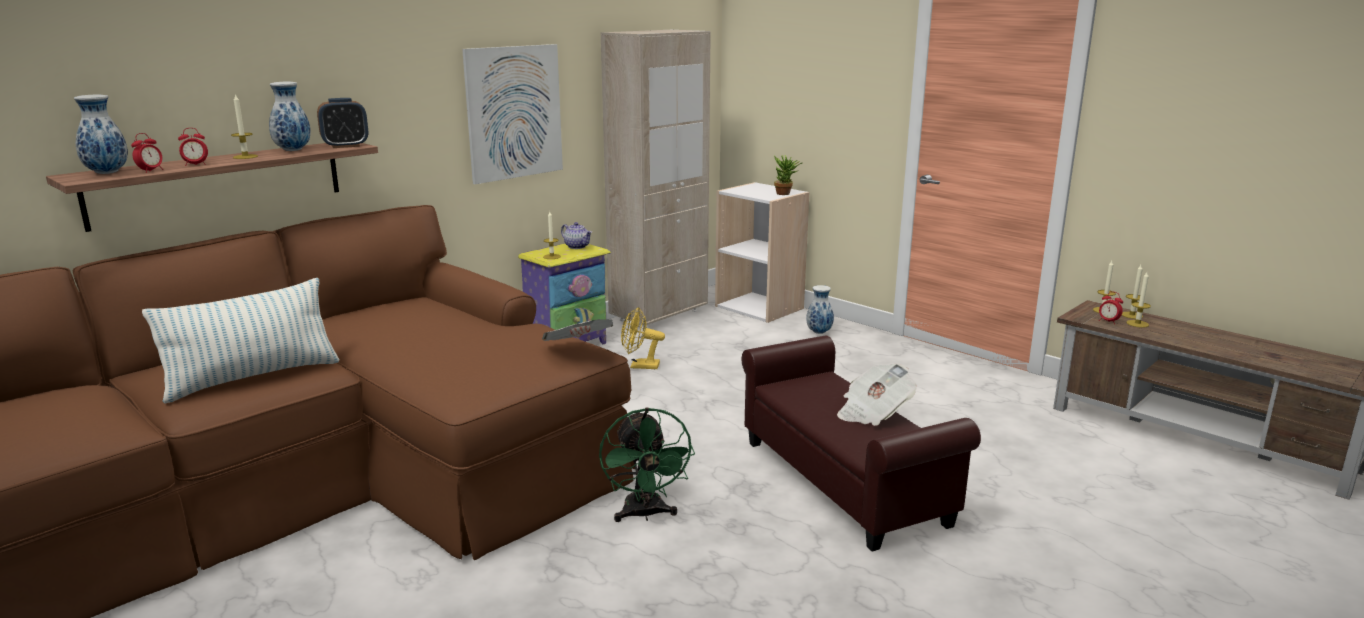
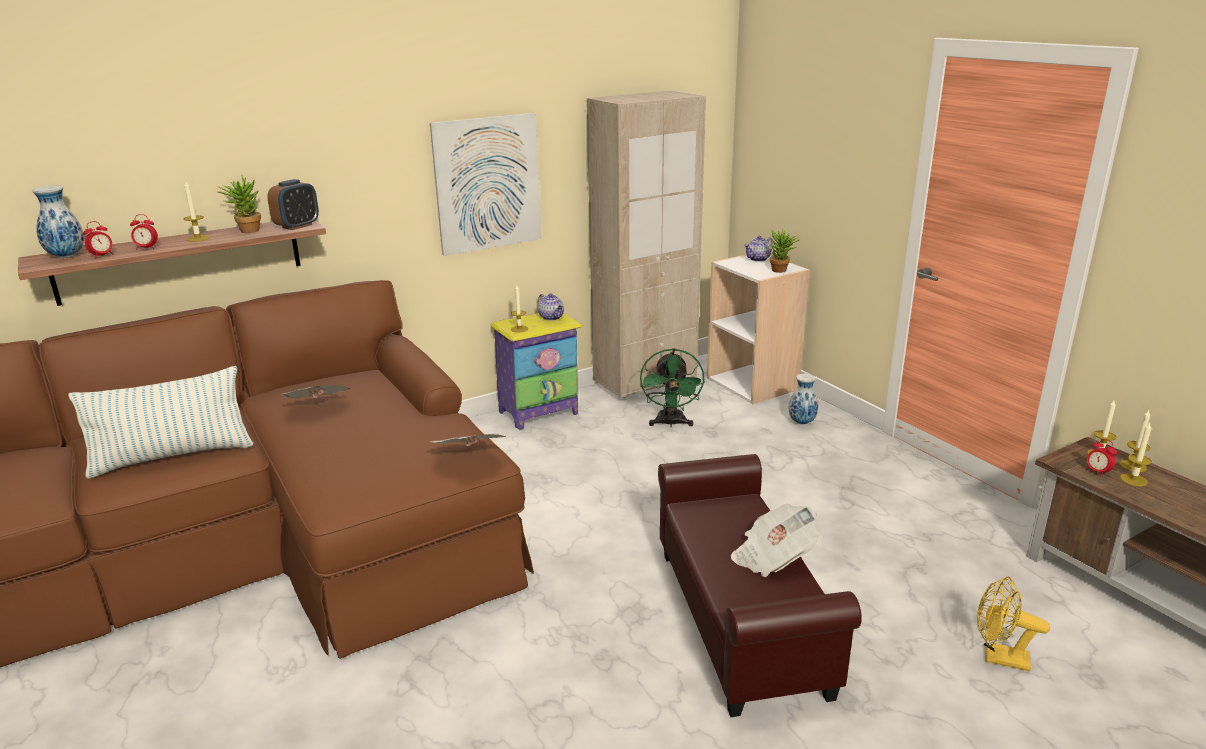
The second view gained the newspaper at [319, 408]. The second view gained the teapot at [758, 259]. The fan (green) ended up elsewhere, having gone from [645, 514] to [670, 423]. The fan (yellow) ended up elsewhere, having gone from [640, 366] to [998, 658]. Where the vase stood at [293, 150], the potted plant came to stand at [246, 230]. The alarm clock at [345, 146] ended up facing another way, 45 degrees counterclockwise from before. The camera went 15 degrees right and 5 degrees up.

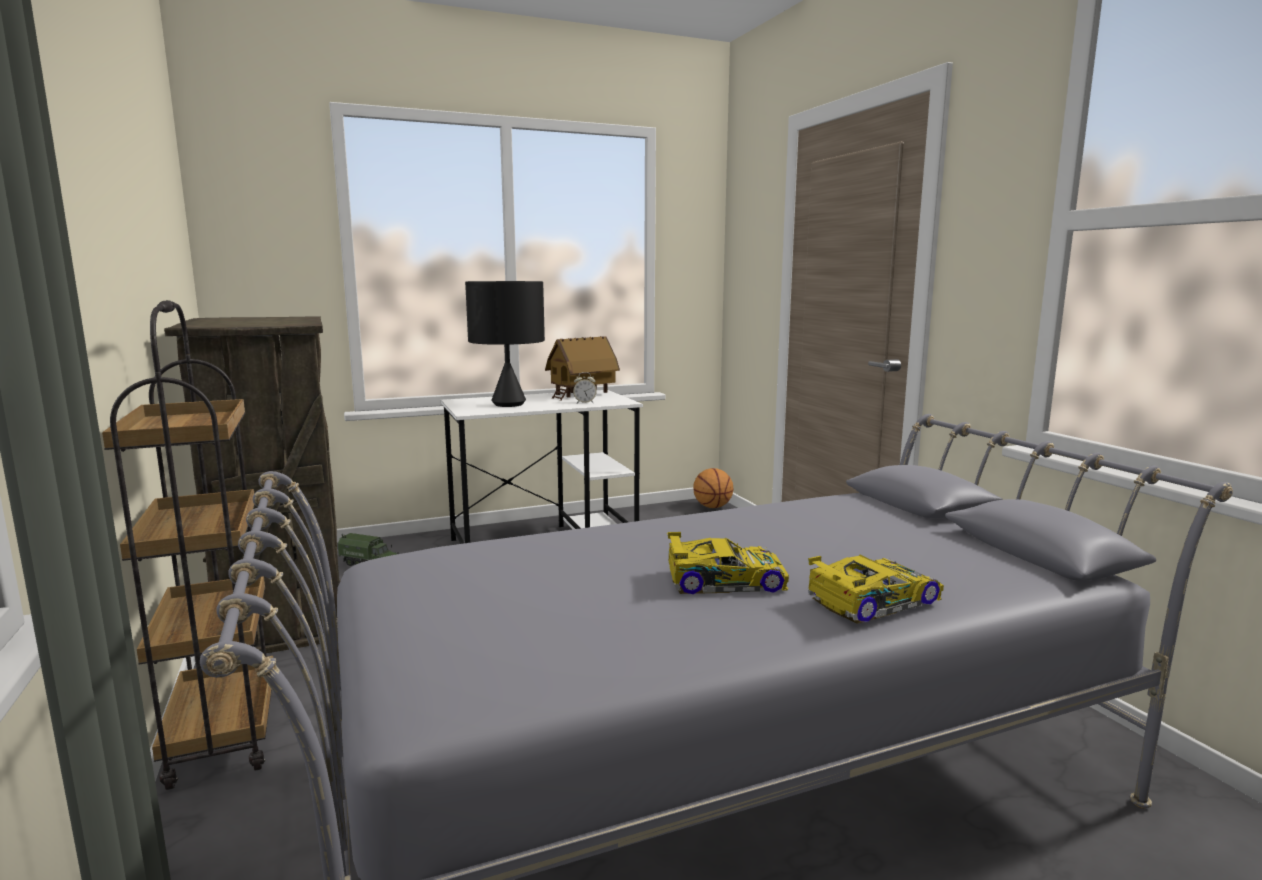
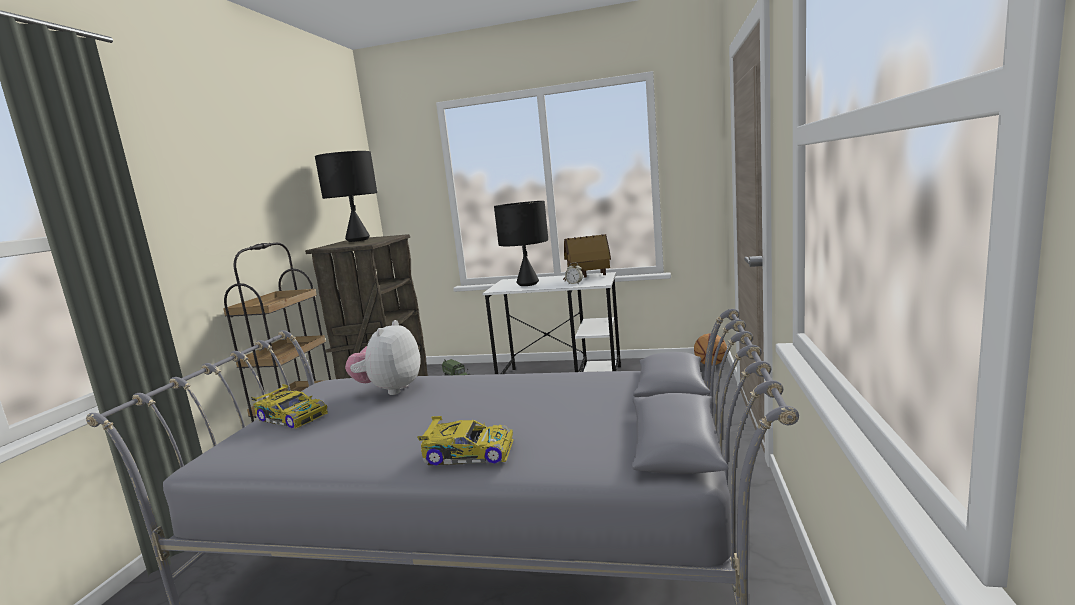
The second view gained the table lamp (black) at [358, 240]. The second view gained the plush toy at [389, 390]. The toy car ended up elsewhere, having gone from [722, 580] to [291, 416]. The camera went 35 degrees right and 0 degrees up.

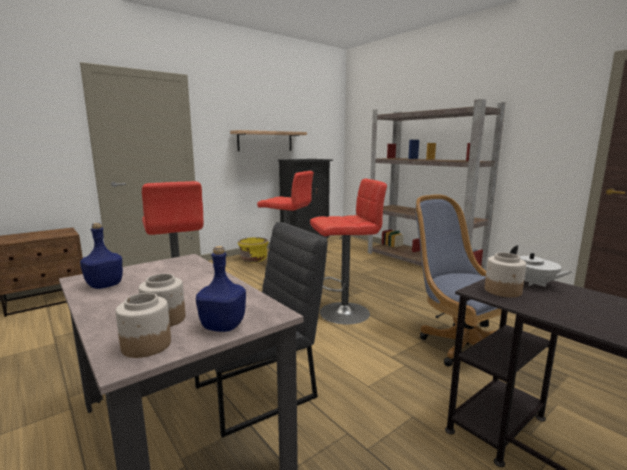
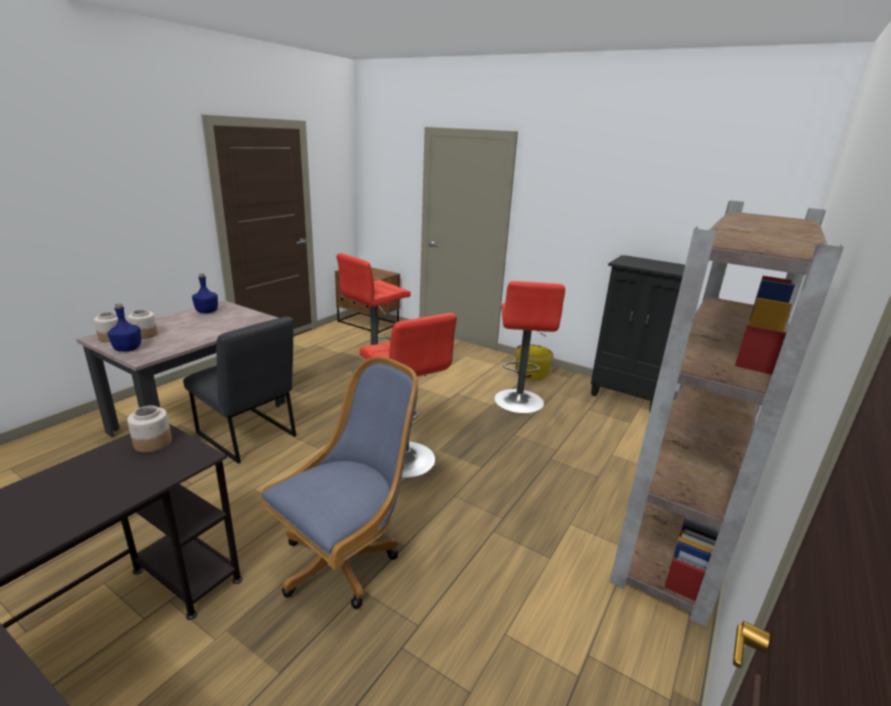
The second view lost the shelf at [265, 141]. The second view lost the teapot (white) at [535, 283]. The camera went 70 degrees right and 10 degrees up.

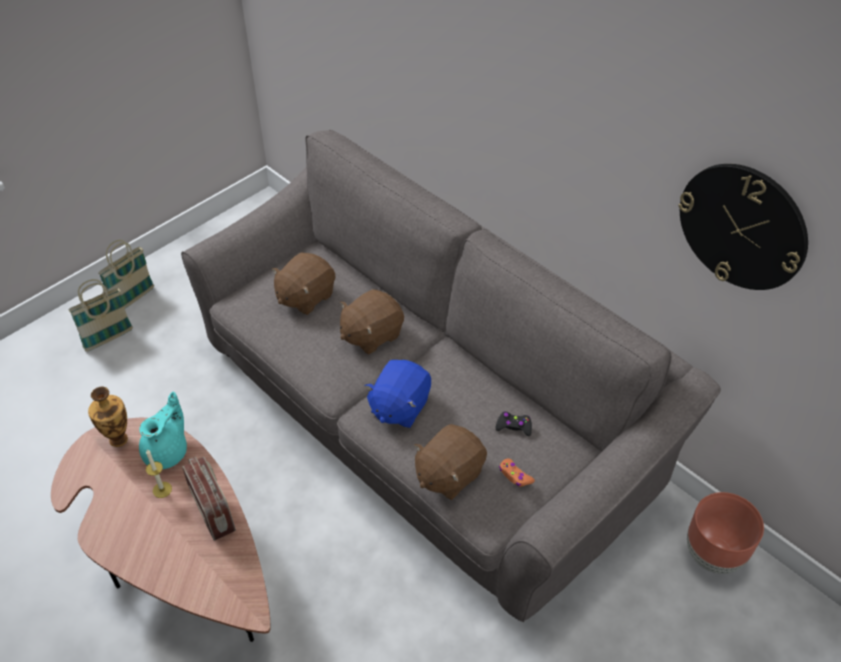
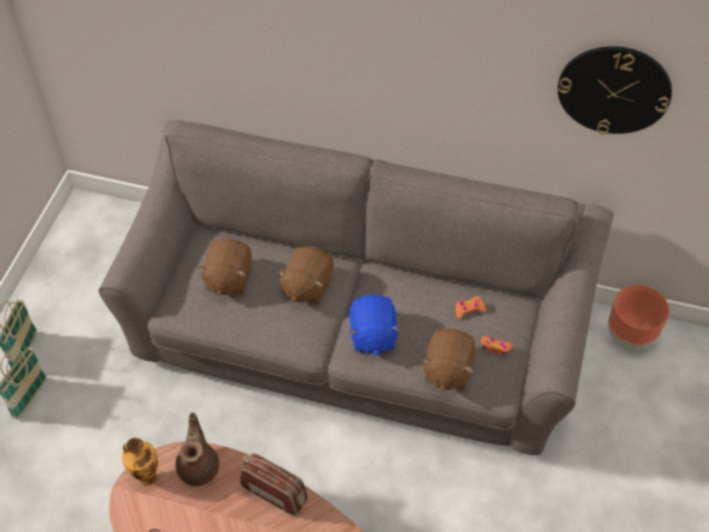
The second view lost the candle at [162, 489]. What was the teapot (turquoise) at [167, 452] turned into the teapot (brown) at [199, 466]. What was the game controller (black) at [514, 426] turned into the game controller (orange) at [469, 309]. The camera went 30 degrees left and 5 degrees up.

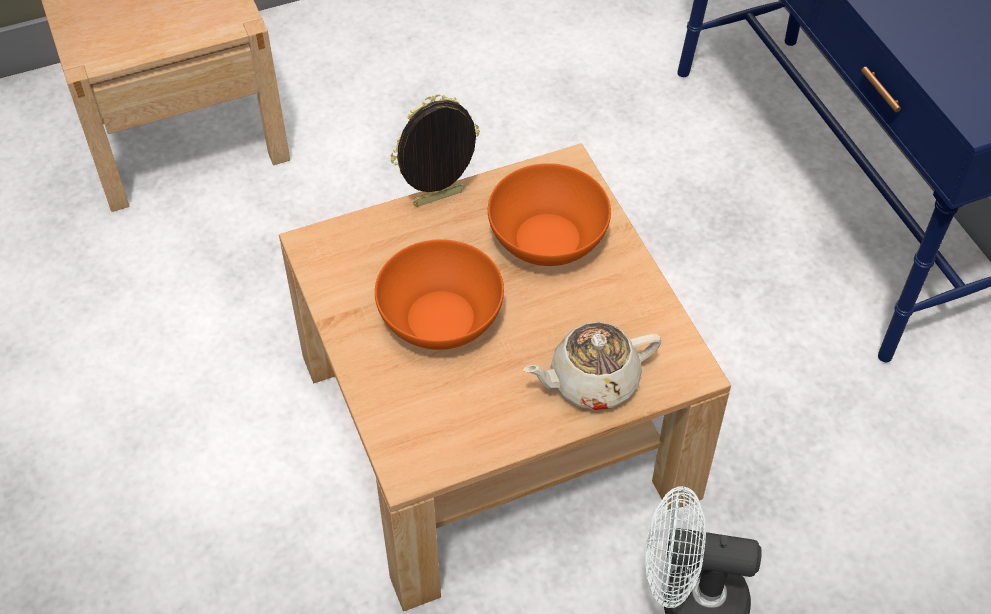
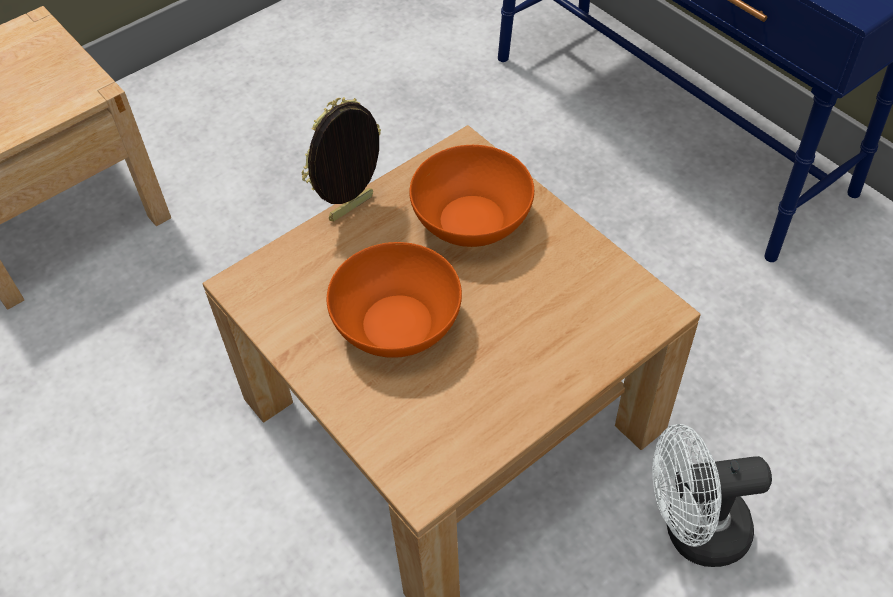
The second view lost the teapot (beige) at [592, 381]. The camera went 15 degrees left and 0 degrees up.

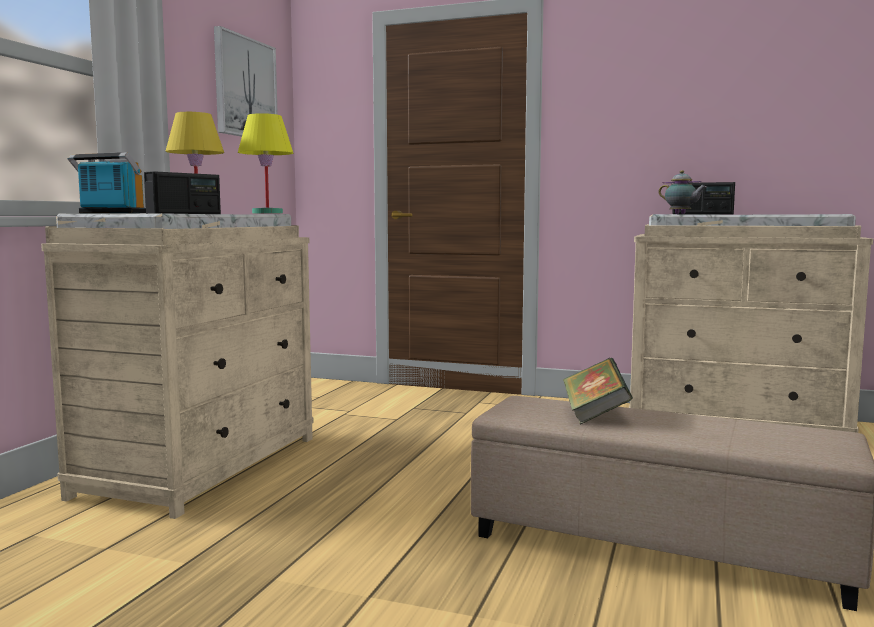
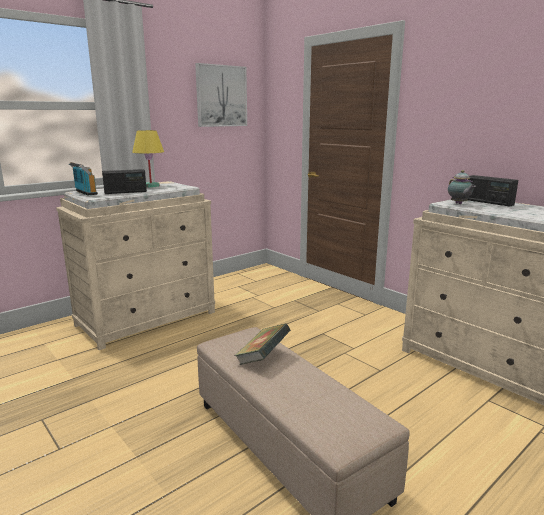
The second view lost the table lamp (yellow) at [268, 213]. The camera went 30 degrees right and 10 degrees up.

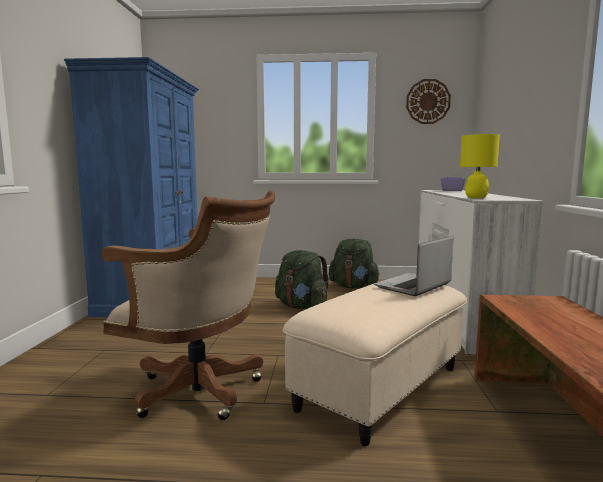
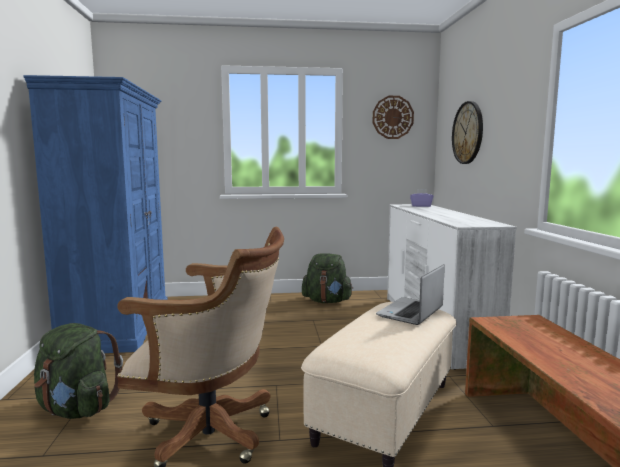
The second view lost the table lamp (yellow) at [477, 198]. The second view gained the wall clock at [468, 133]. The backpack (green) ended up elsewhere, having gone from [301, 307] to [77, 409]. The camera went 10 degrees left and 0 degrees up.

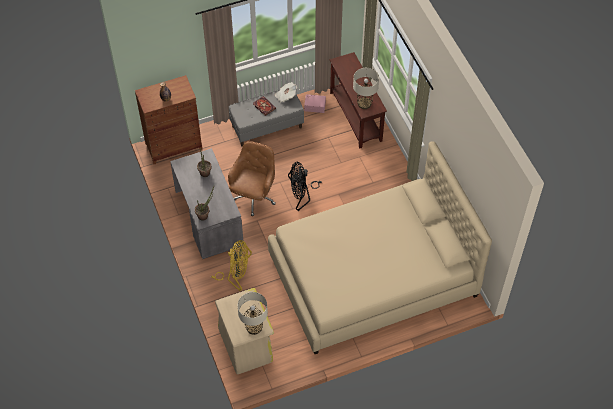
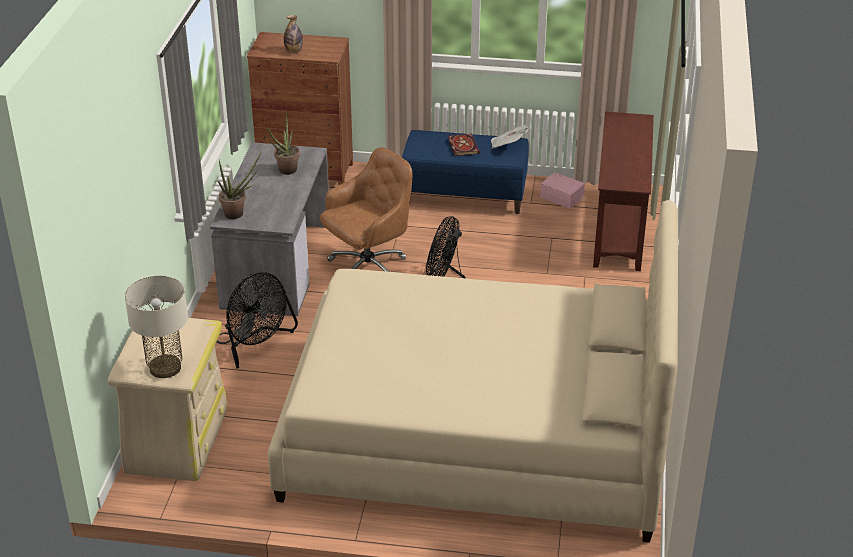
The second view lost the table lamp at [364, 104]. What was the fan (yellow) at [235, 273] turned into the fan (black) at [252, 344]. What was the bench (grey) at [267, 126] turned into the bench (blue) at [465, 195]. The camera went 30 degrees right and 20 degrees down.

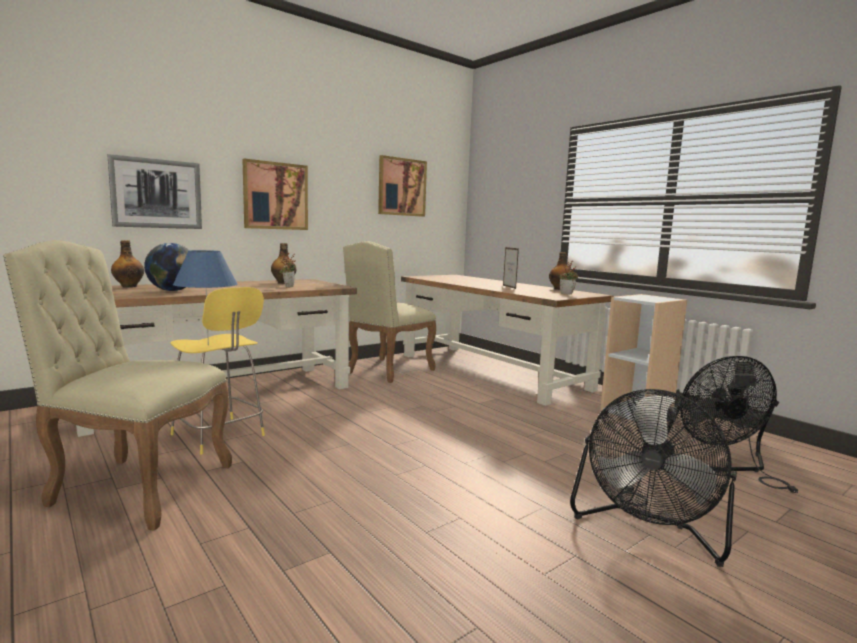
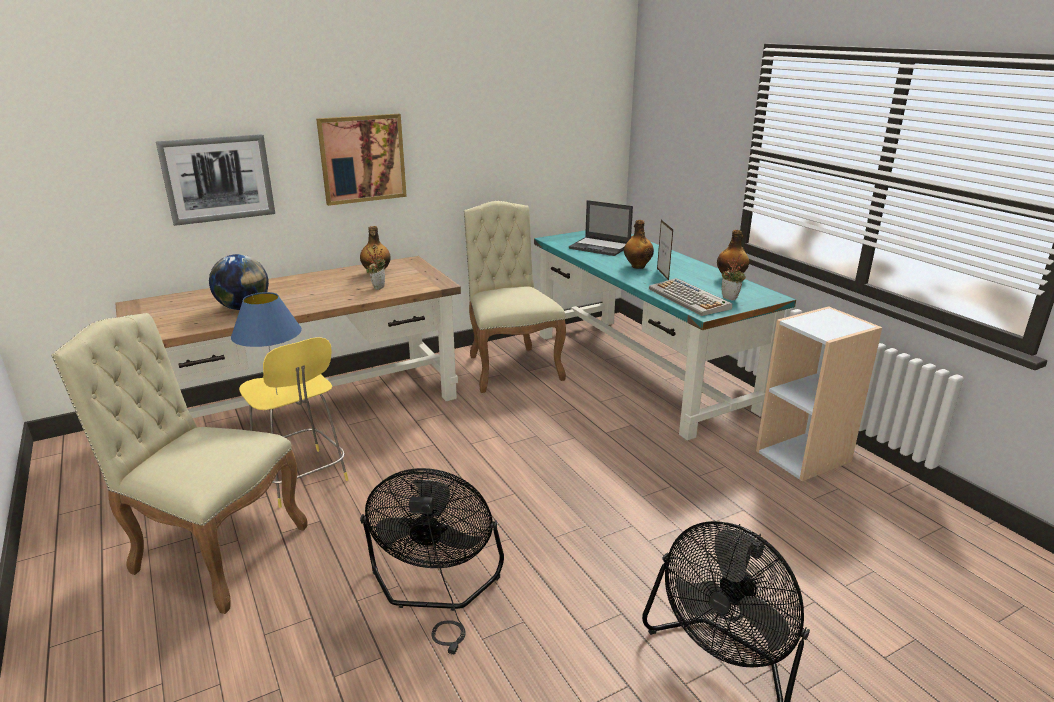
The second view lost the picture at [401, 187]. The second view gained the laptop at [600, 247]. The second view gained the keyboard at [689, 299]. The bottle ended up elsewhere, having gone from [129, 286] to [637, 266]. The fan (black) ended up elsewhere, having gone from [730, 465] to [435, 594]. What was the desk (brown) at [491, 371] turned into the desk (turquoise) at [642, 371]. The chair (beige) at [387, 371] ended up facing another way, 120 degrees clockwise from before. The camera went 10 degrees right and 15 degrees up.

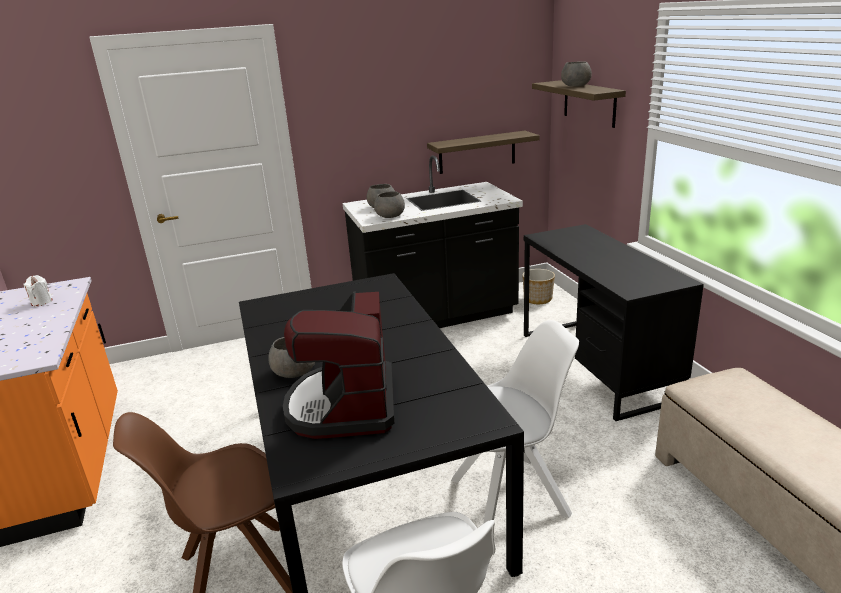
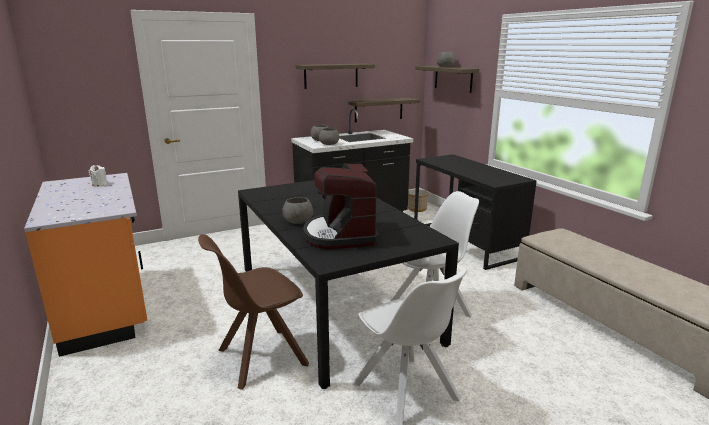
The second view gained the shelf at [331, 76]. The camera went 10 degrees left and 5 degrees down.

